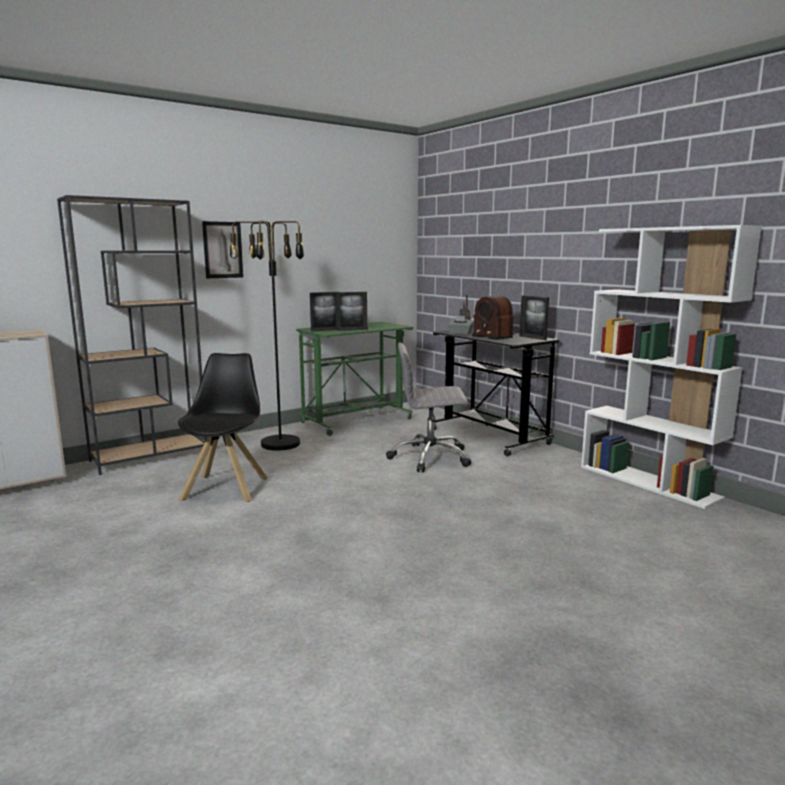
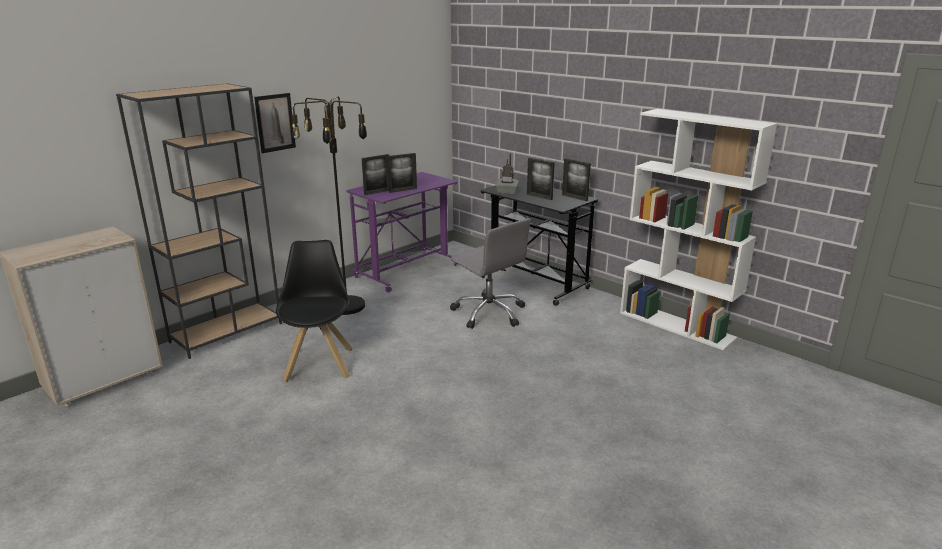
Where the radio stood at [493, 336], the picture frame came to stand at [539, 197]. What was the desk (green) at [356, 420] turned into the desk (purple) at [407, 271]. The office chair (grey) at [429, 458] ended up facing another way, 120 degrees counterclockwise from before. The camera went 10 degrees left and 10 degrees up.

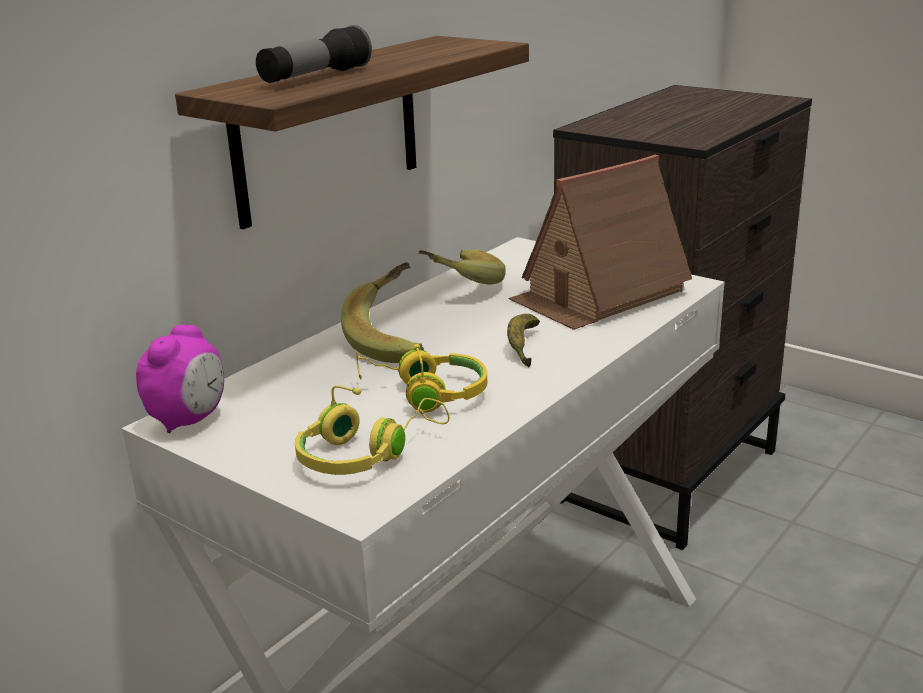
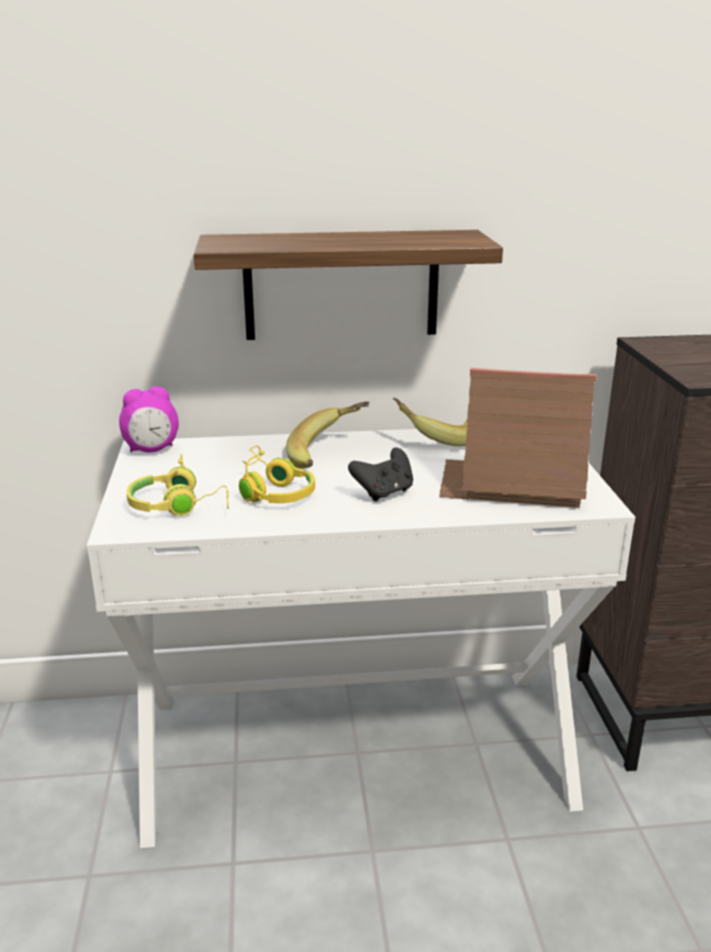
The second view lost the flashlight at [315, 77]. Where the banana stood at [523, 347], the game controller (black) came to stand at [384, 493]. The camera went 45 degrees right and 0 degrees up.

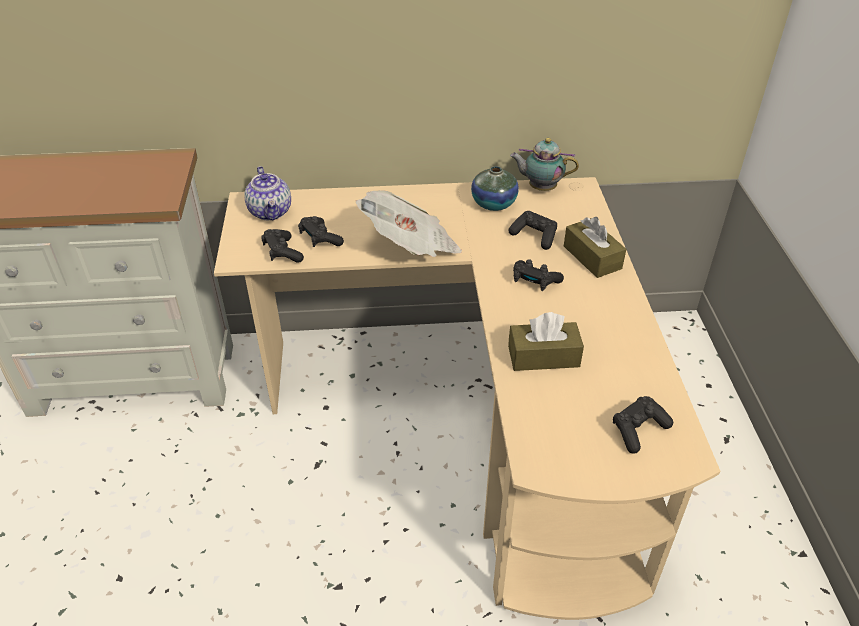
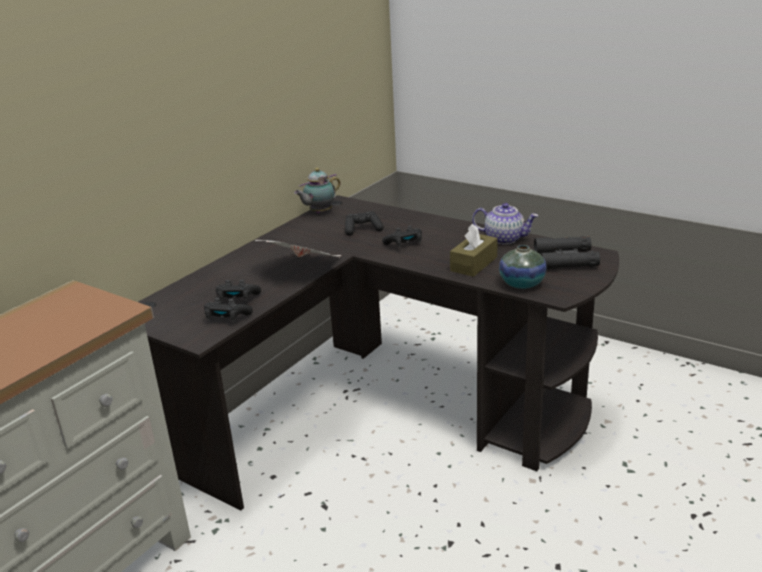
The second view lost the tissue box (brown) at [592, 257]. The teapot ended up elsewhere, having gone from [271, 212] to [504, 239]. The vase ended up elsewhere, having gone from [493, 204] to [522, 283]. Where the game controller (black) stood at [638, 430], the binoculars (black) came to stand at [565, 259]. What was the desk (beige) at [473, 422] turned into the desk (black) at [379, 410]. The camera went 50 degrees left and 15 degrees down.

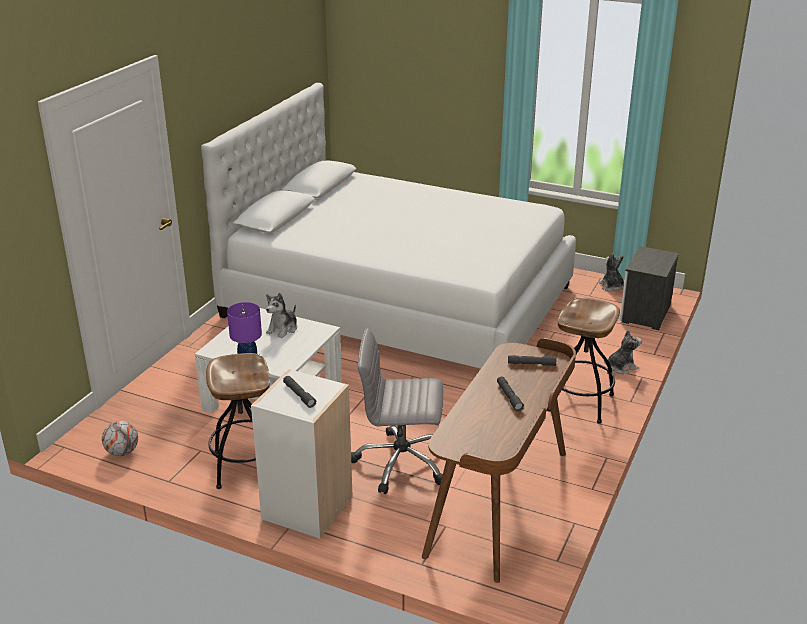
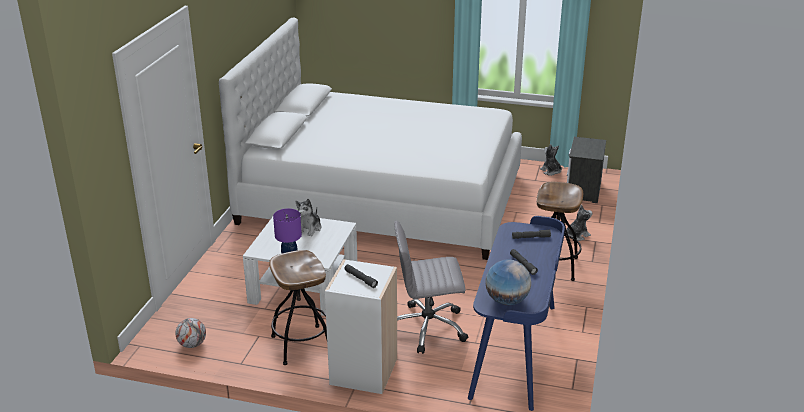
The second view gained the globe at [506, 301]. What was the desk (brown) at [500, 502] turned into the desk (blue) at [515, 350]. The camera went 10 degrees left and 0 degrees up.

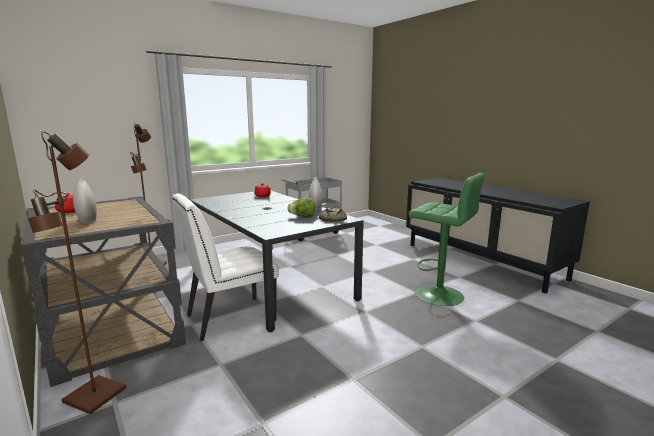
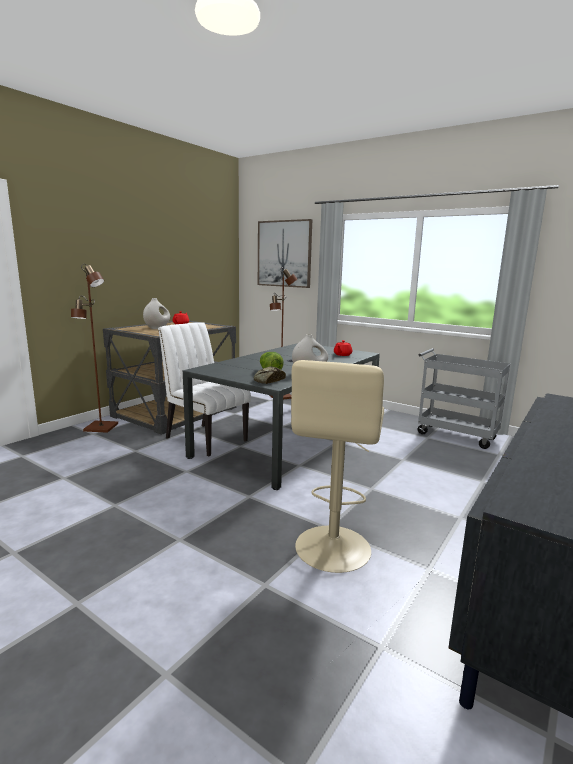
The second view gained the picture at [284, 254]. What was the stool (green) at [439, 295] turned into the stool (beige) at [332, 548]. The camera went 70 degrees right and 0 degrees up.

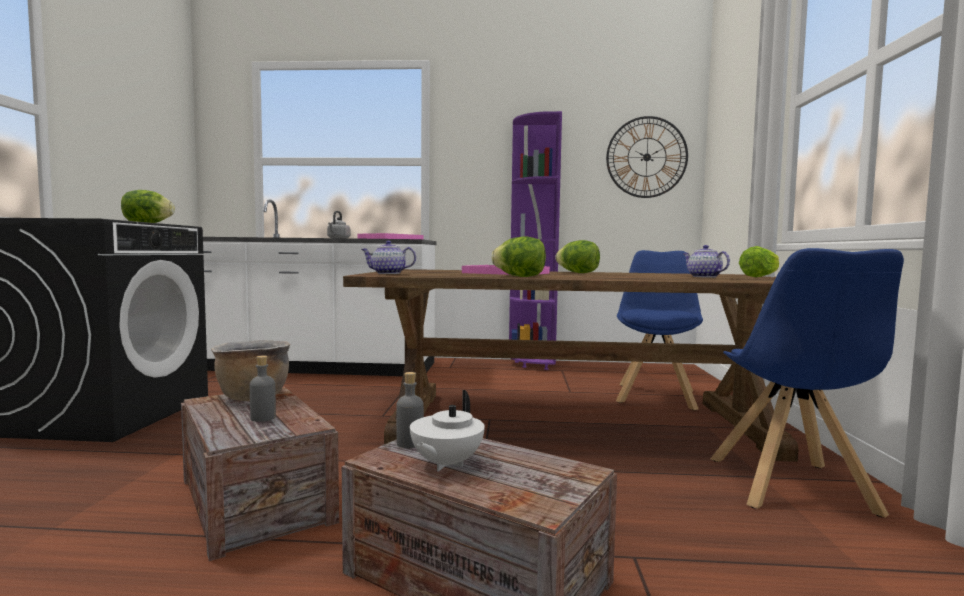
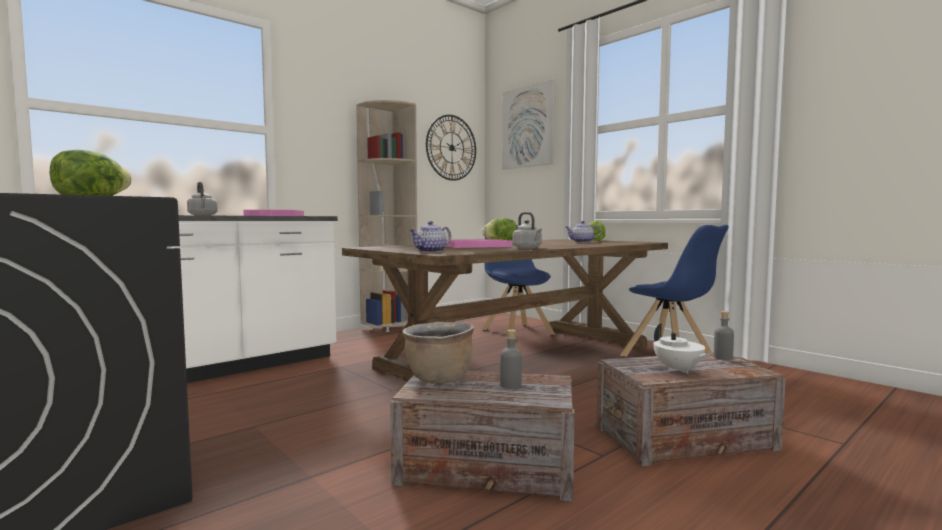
The second view gained the picture at [527, 126]. The bottle (grey) ended up elsewhere, having gone from [410, 443] to [723, 357]. Where the lettuce stood at [520, 276], the kettle (grey) came to stand at [528, 248]. What was the bookcase (purple) at [532, 365] turned into the bookcase (beige) at [389, 329]. The camera went 45 degrees left and 0 degrees up.

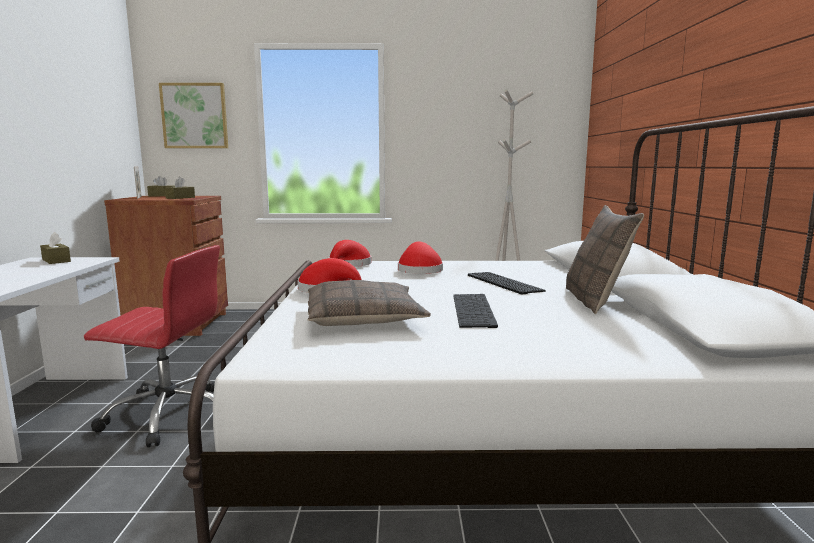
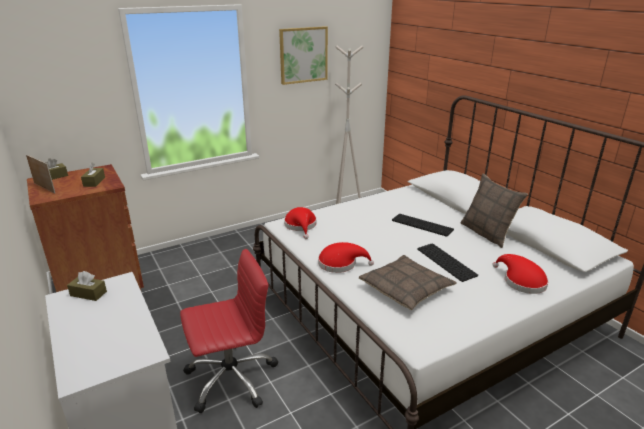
The picture ended up elsewhere, having gone from [195, 116] to [303, 55]. The hat (red) ended up elsewhere, having gone from [419, 270] to [521, 281]. The camera went 30 degrees left and 15 degrees up.

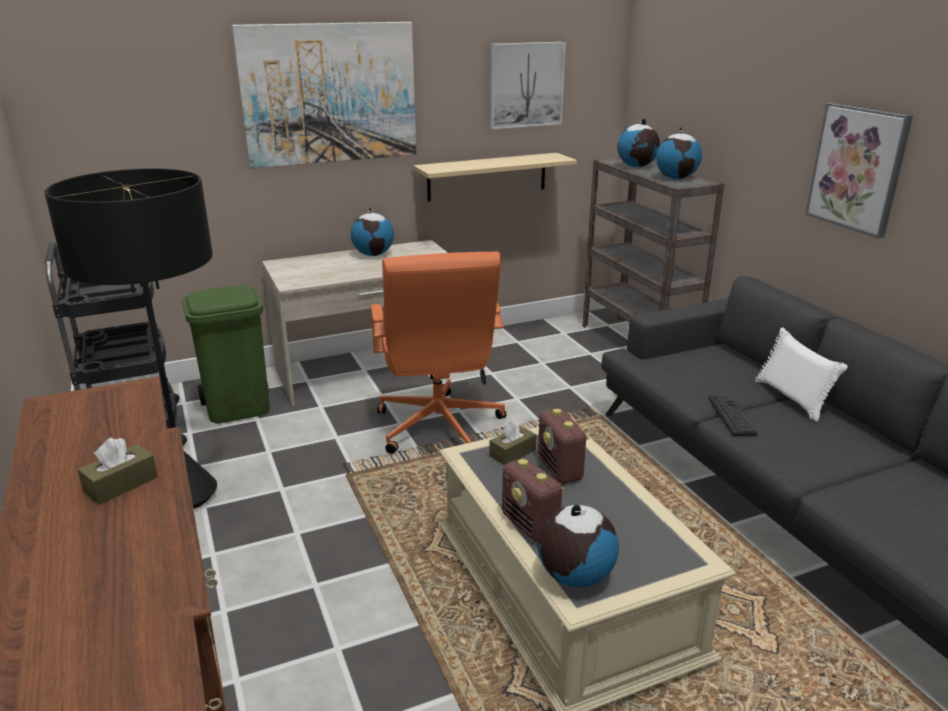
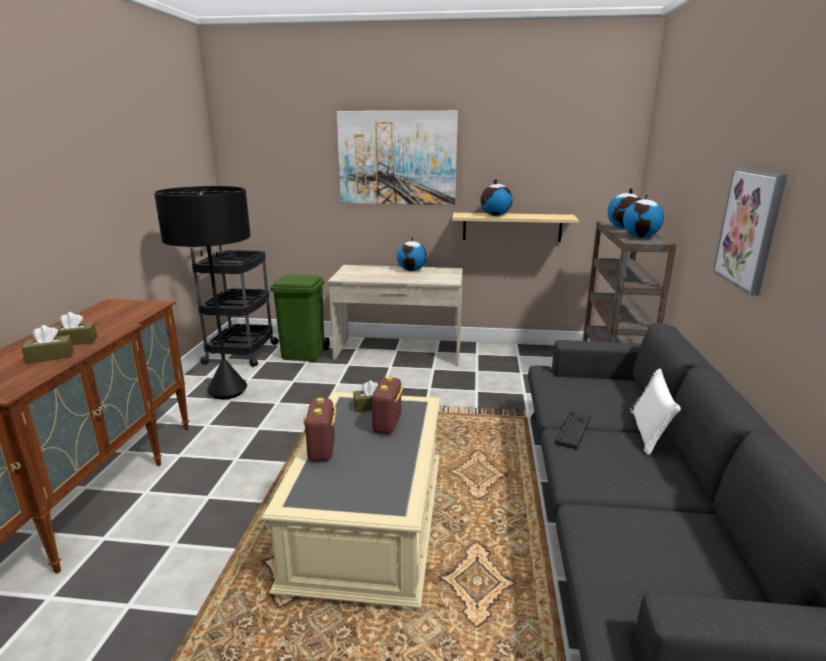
The second view lost the office chair (orange) at [439, 424]. The second view lost the picture at [526, 85]. The second view gained the tissue box (brown) at [50, 356]. The globe ended up elsewhere, having gone from [574, 576] to [495, 215]. The camera went 30 degrees right and 5 degrees down.

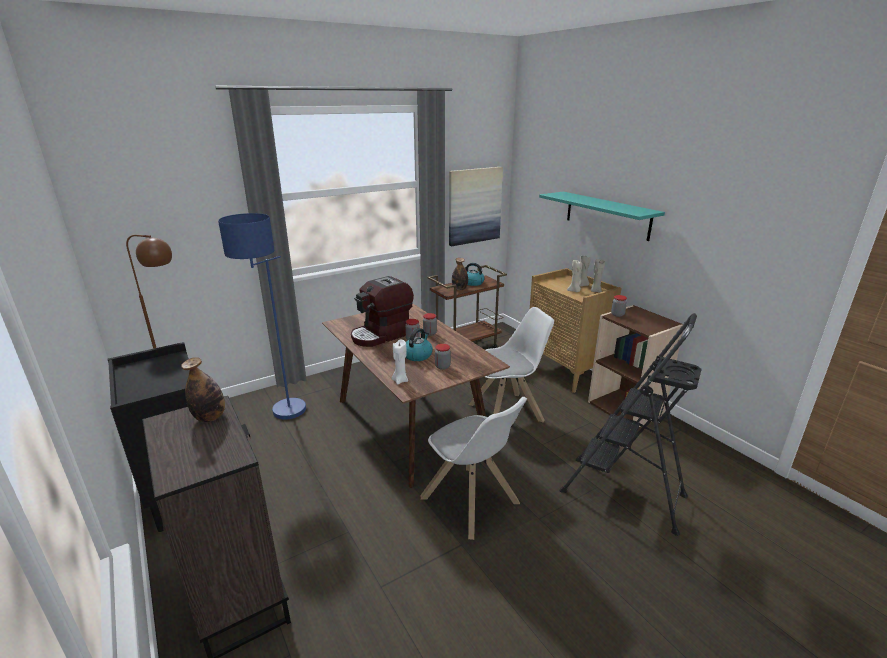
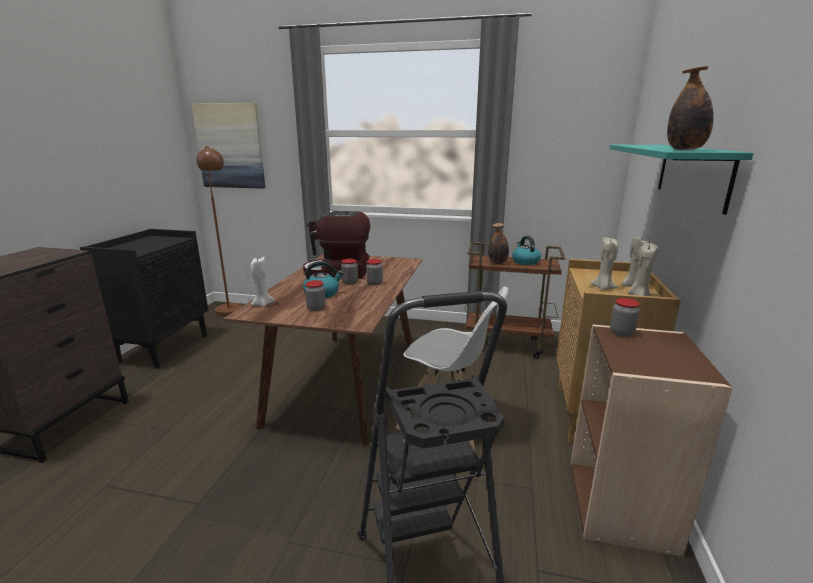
The second view lost the floor lamp (blue) at [281, 415]. The second view lost the chair at [471, 502]. The bottle ended up elsewhere, having gone from [210, 417] to [685, 150]. The picture ended up elsewhere, having gone from [474, 206] to [230, 146]. The camera went 45 degrees right and 5 degrees down.

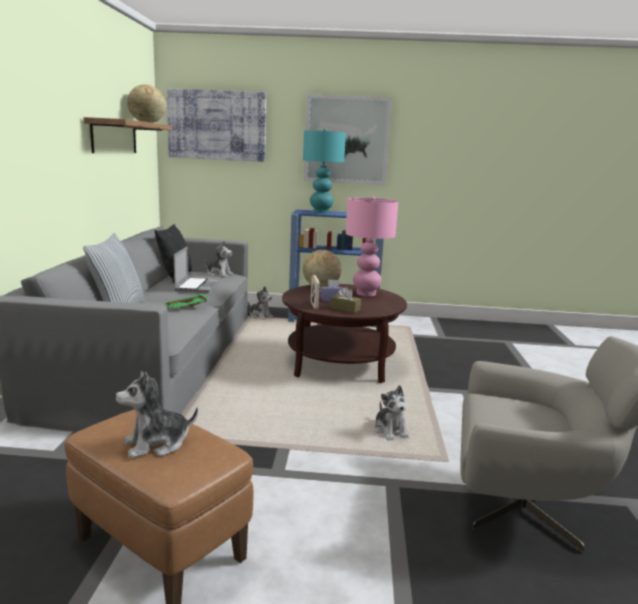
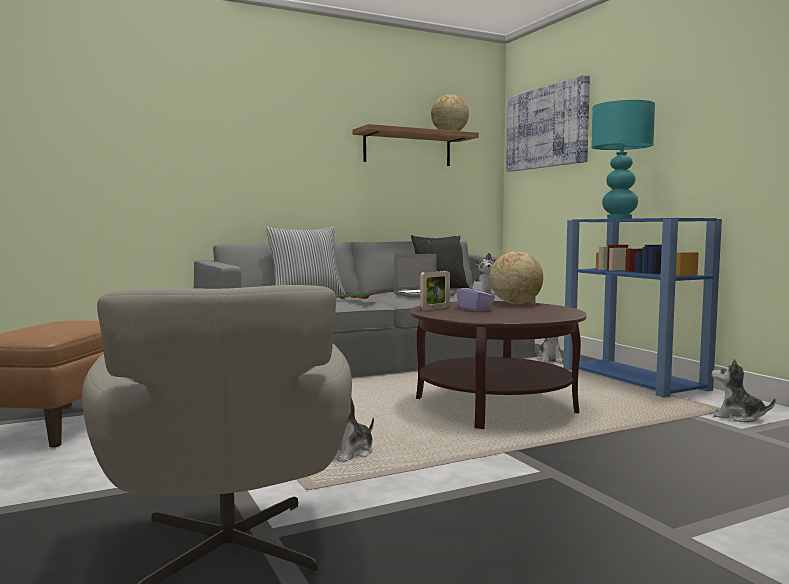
The second view lost the picture at [346, 140]. The second view lost the tissue box (brown) at [345, 309]. The second view lost the table lamp (pink) at [366, 293]. The plush toy ended up elsewhere, having gone from [156, 444] to [738, 417]. The camera went 60 degrees right and 10 degrees down.

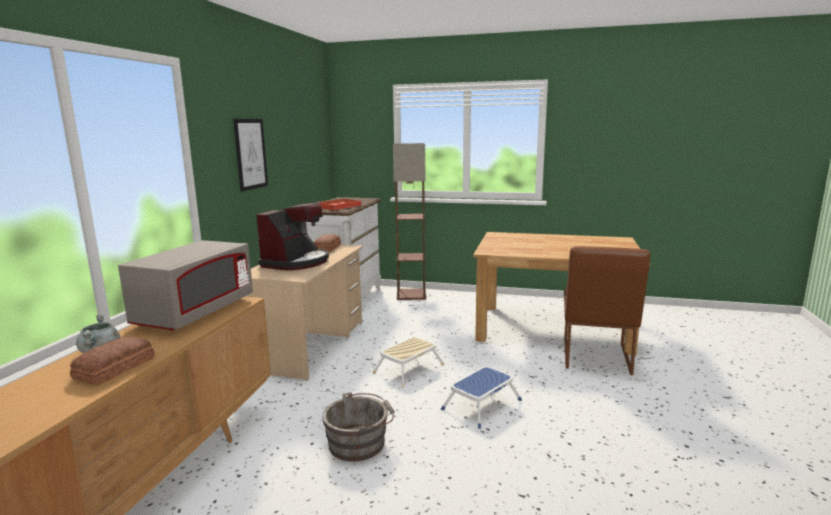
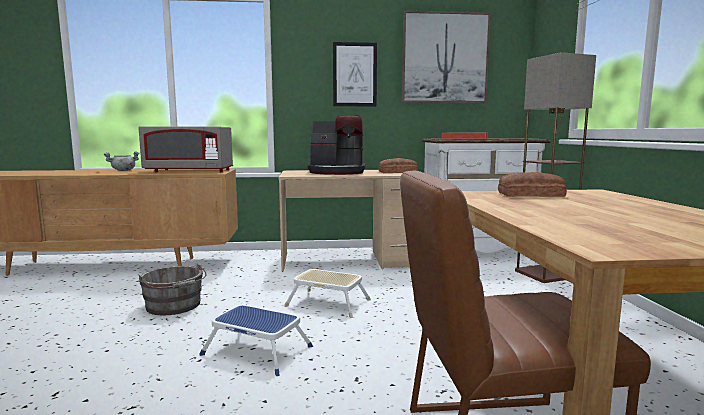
The second view gained the picture at [445, 58]. The bread ended up elsewhere, having gone from [116, 368] to [531, 195]. The camera went 70 degrees right and 5 degrees down.

